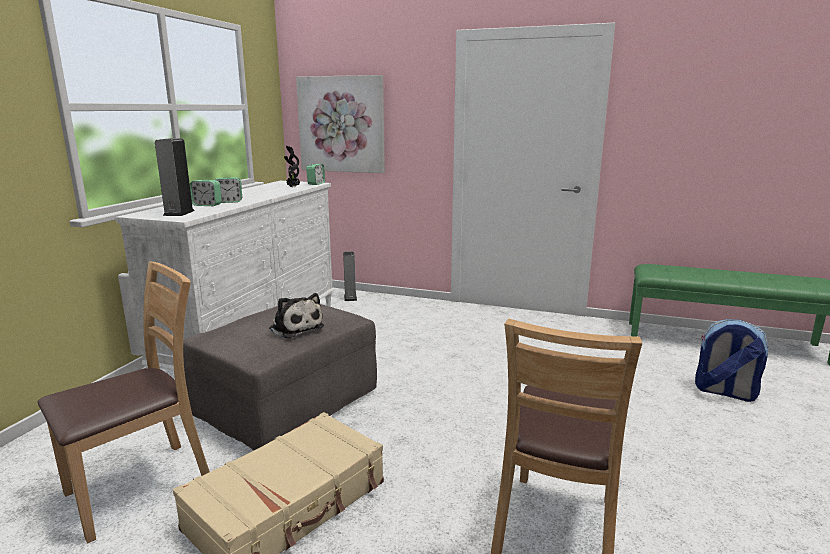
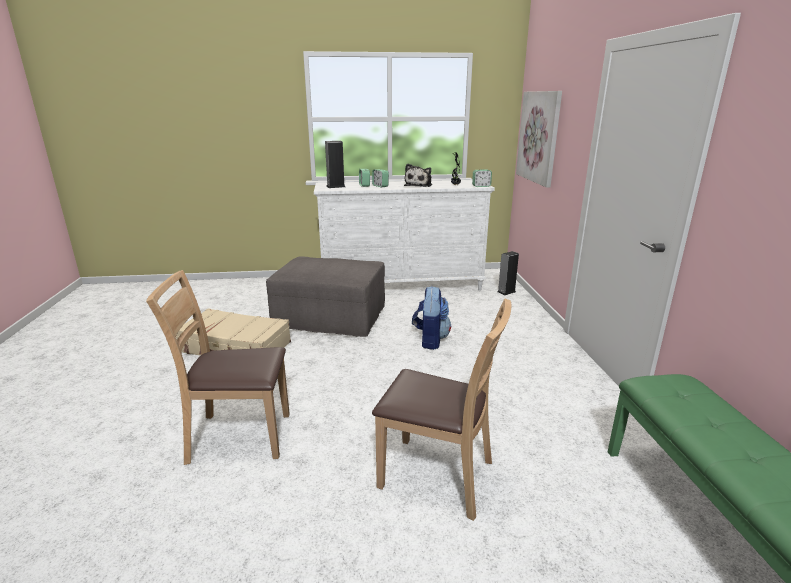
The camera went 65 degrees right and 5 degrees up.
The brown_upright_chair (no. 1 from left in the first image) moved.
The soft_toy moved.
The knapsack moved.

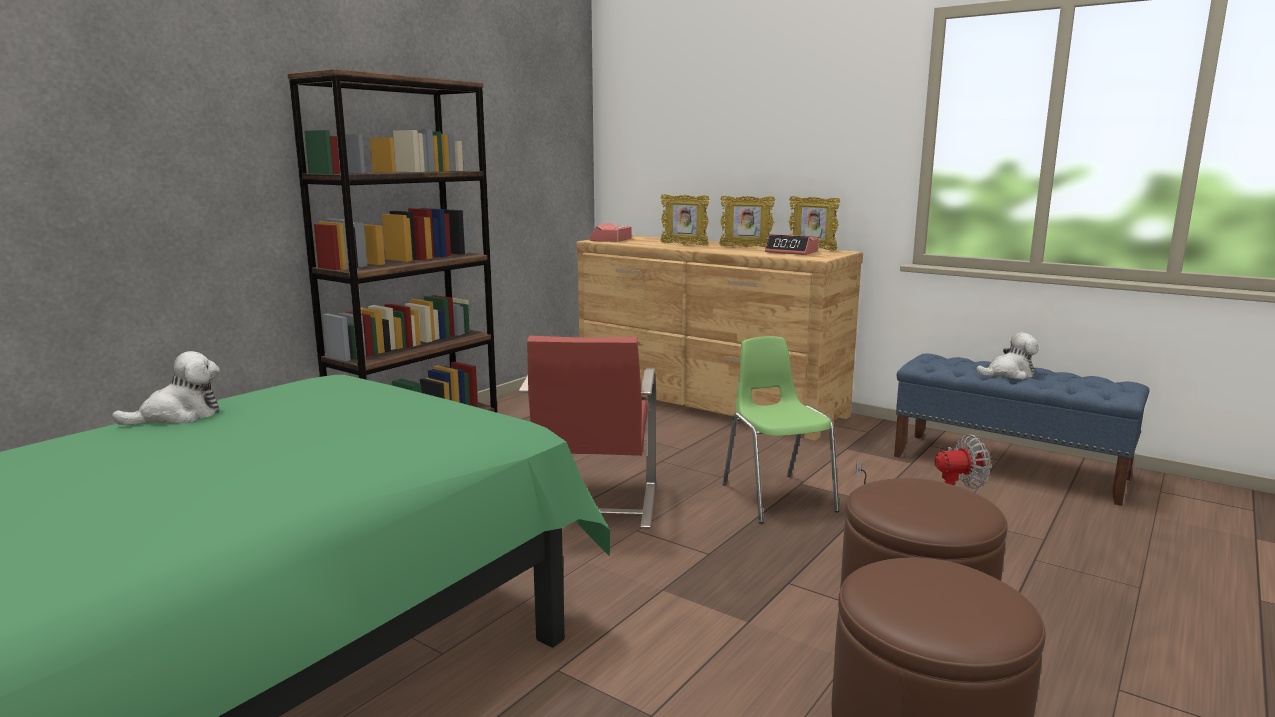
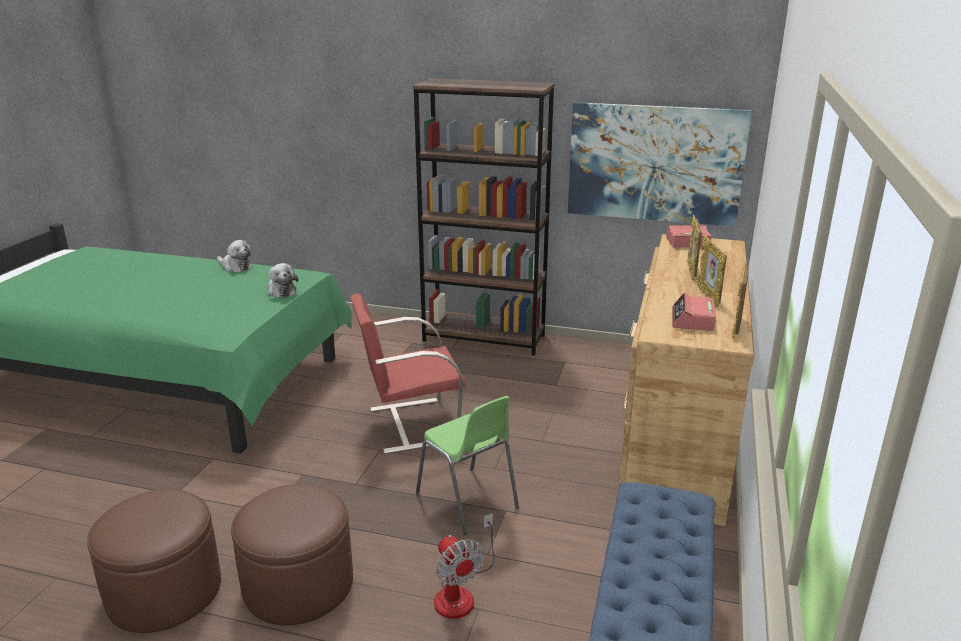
The camera went 70 degrees right and 10 degrees up.
The greenish_upright_chair turned 90 degrees clockwise.
The soft_toy (no. 2 from left) moved.
The wall_art appeared.

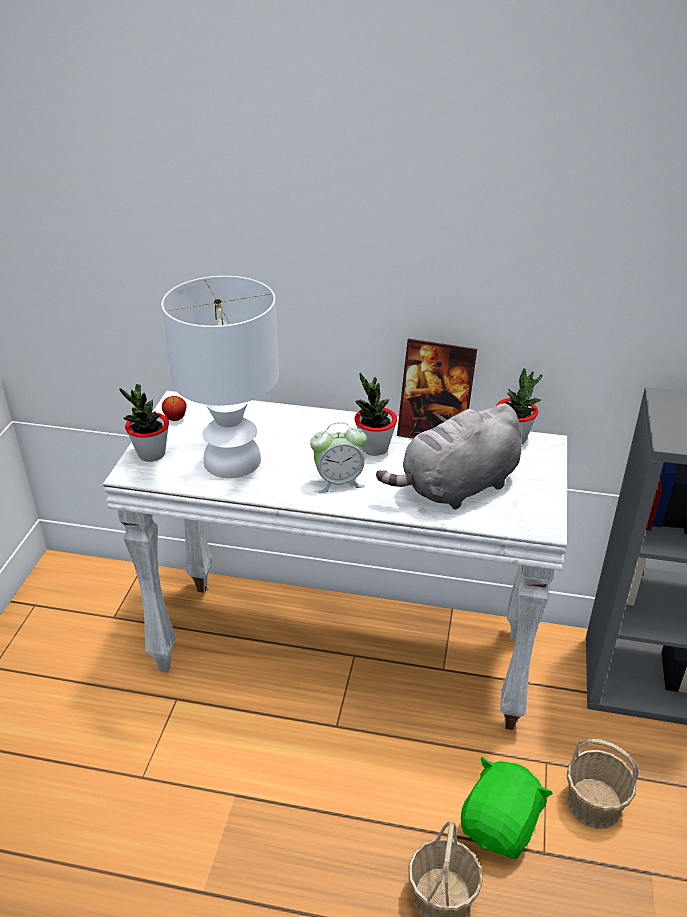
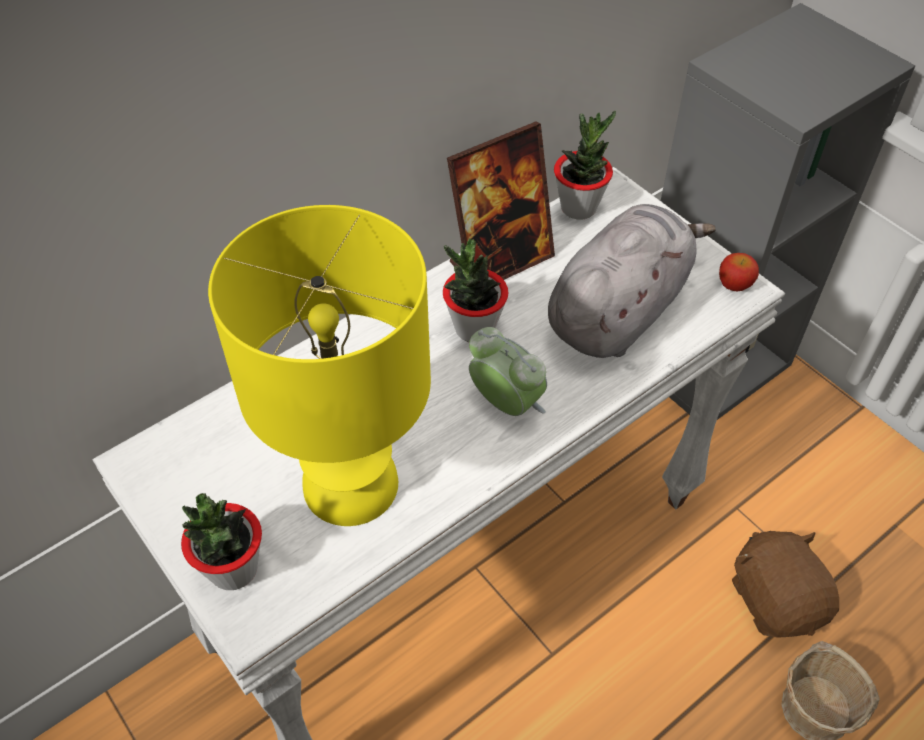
The camera went 50 degrees left and 15 degrees up.
The whitish_tabletop_lamp became the yellow_tabletop_lamp.
The whole_apple moved.
The table_clock turned 75 degrees counterclockwise.
The greyish_soft_toy turned 150 degrees counterclockwise.
The greenish_soft_toy became the brown_soft_toy.
The household_basket (no. 2 from left) disappeared.

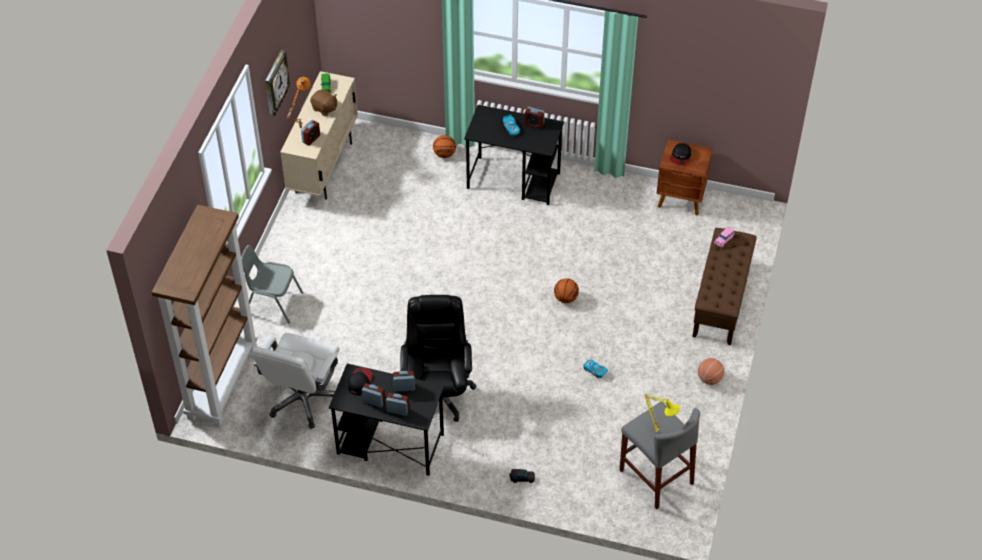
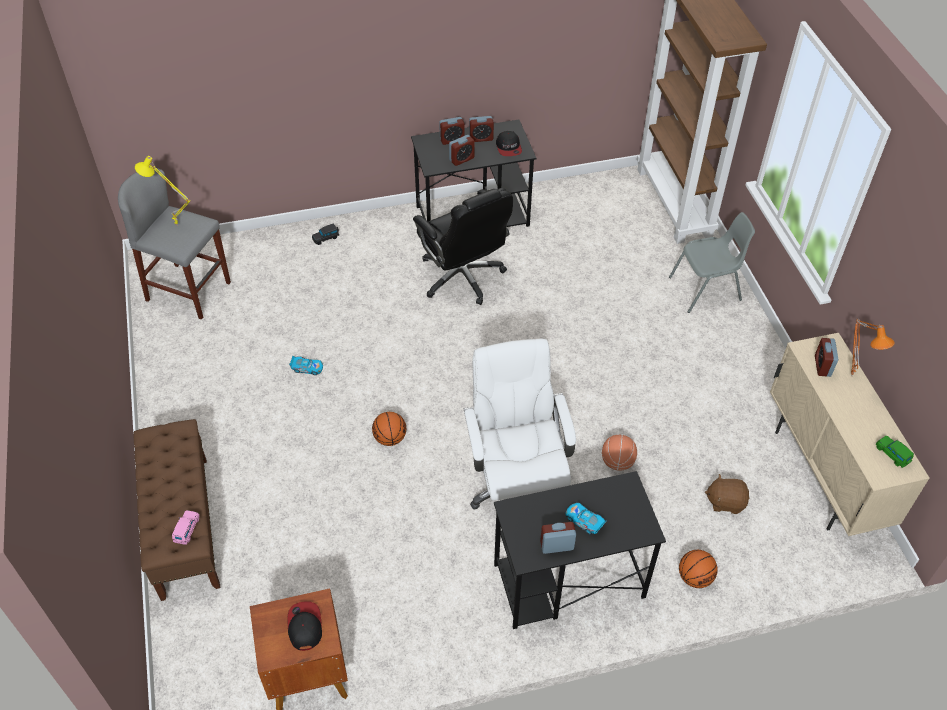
The camera went 150 degrees right and 0 degrees up.
The whitish_computer_chair moved.
The hanging_clock disappeared.
The brown_soft_toy moved.
The basketball_ball (no. 3 from left in the first image) moved.

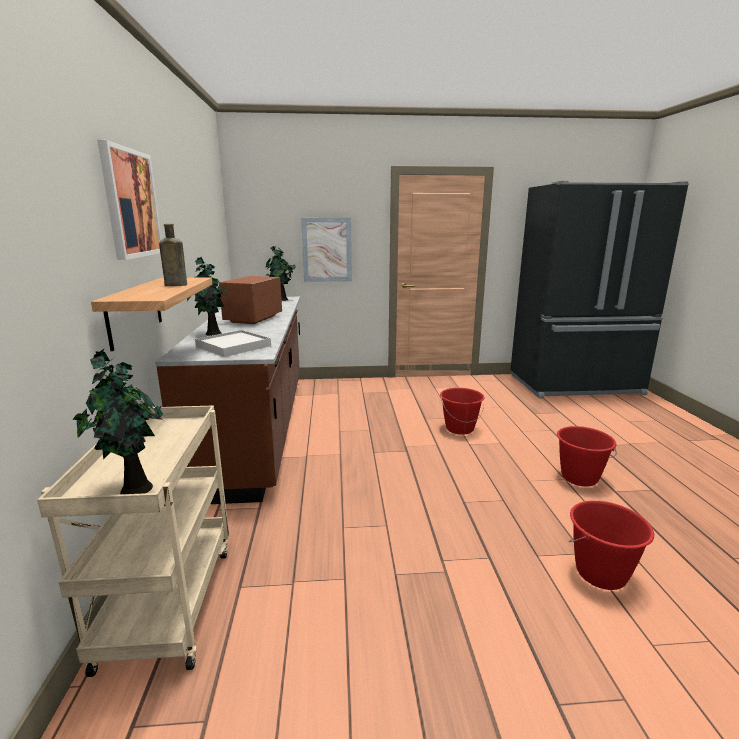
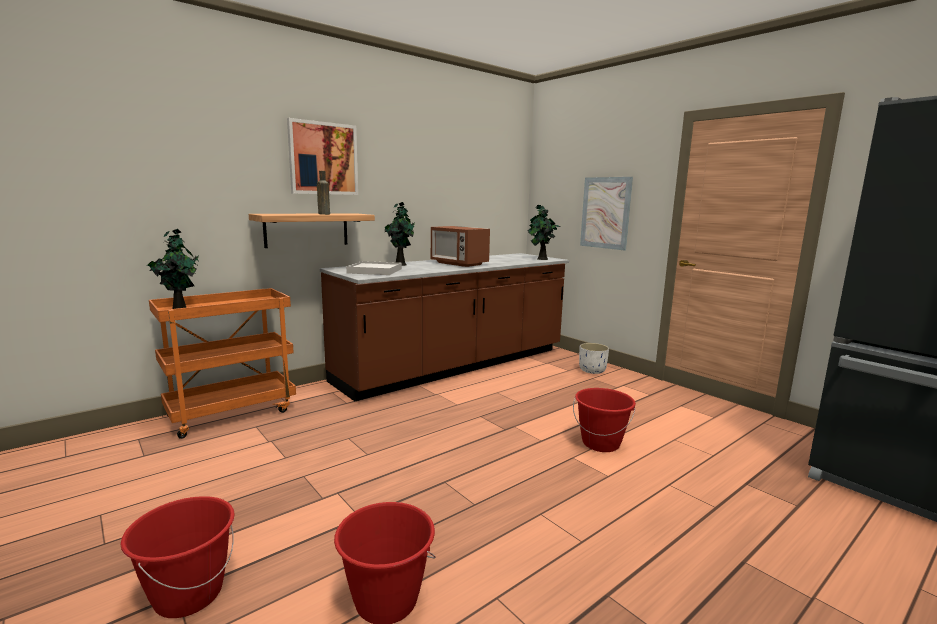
The camera went 55 degrees right and 5 degrees down.
The sand-coloured_cart became the orangey_cart.
The kitchen_microwave turned 120 degrees counterclockwise.
The red-coloured_water_bucket (no. 2 from left in the first image) moved.
The whitish_plant_pot appeared.

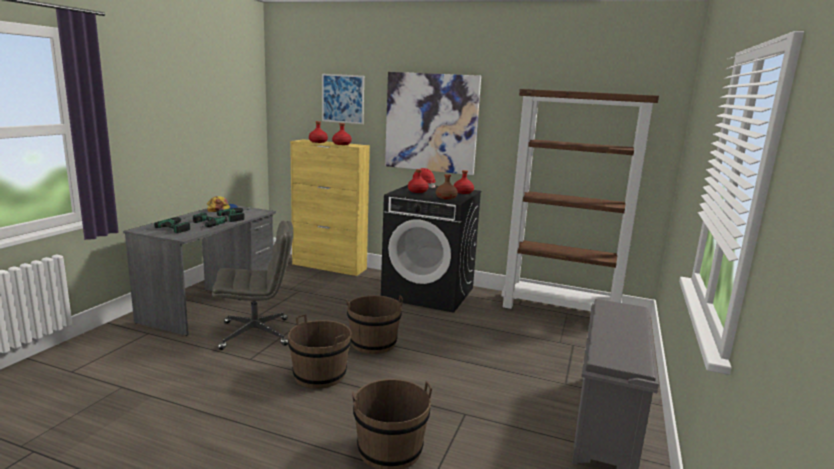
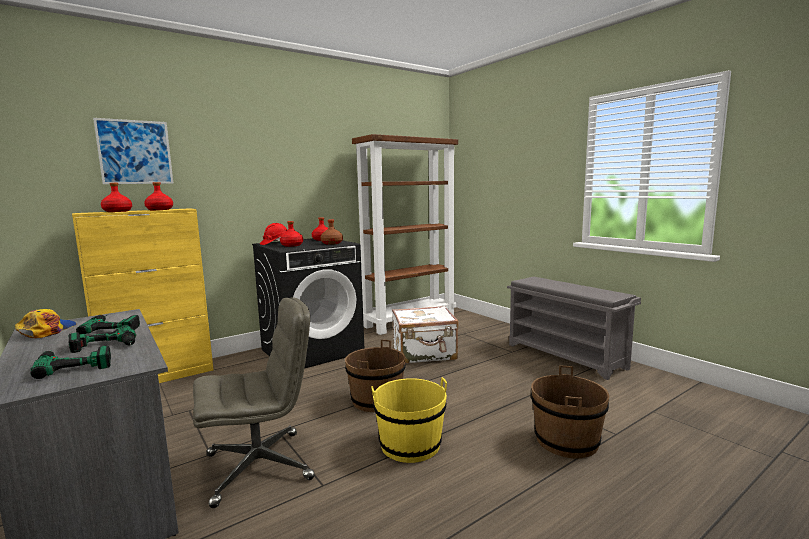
The camera went 55 degrees left and 5 degrees down.
The greyish_computer_chair turned 45 degrees clockwise.
The brown_water_bucket (no. 1 from left) became the yellow_water_bucket.
The wall_art (no. 2 from left) disappeared.
The whitish_piece_of_luggage appeared.

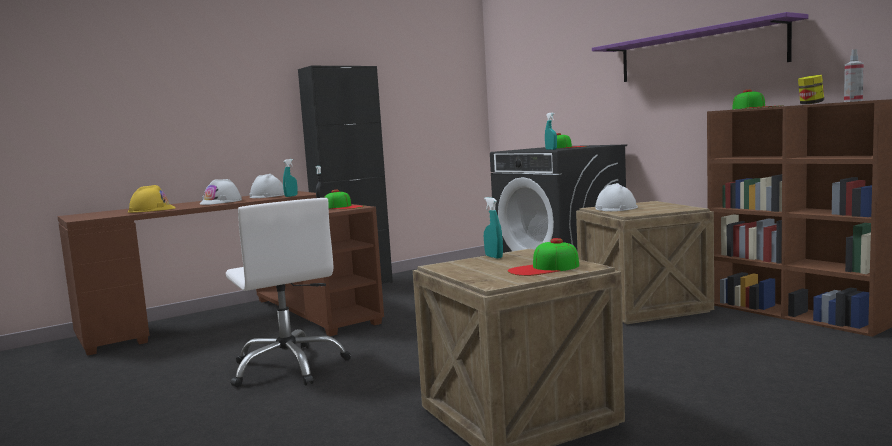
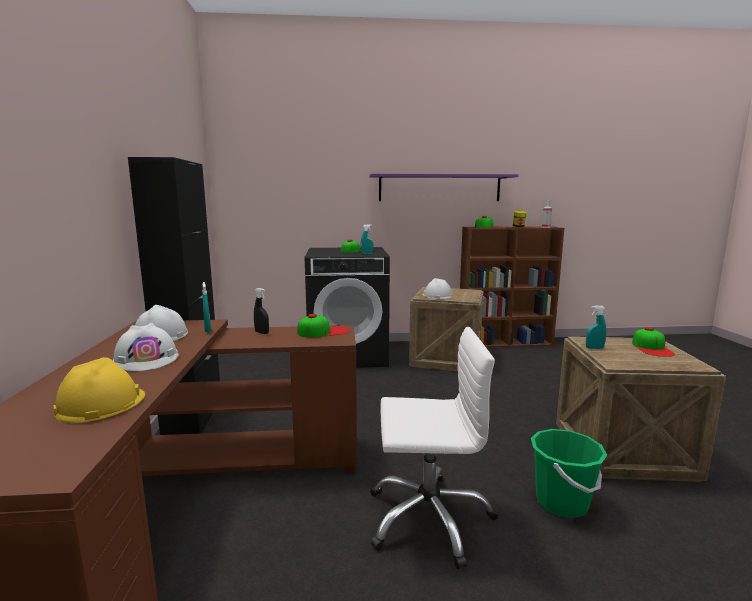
The camera went 60 degrees left and 5 degrees up.
The greenish_water_bucket appeared.

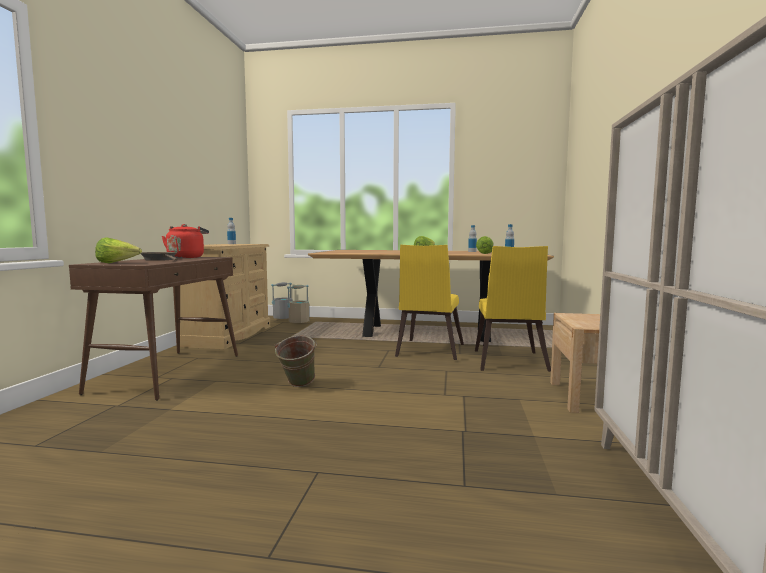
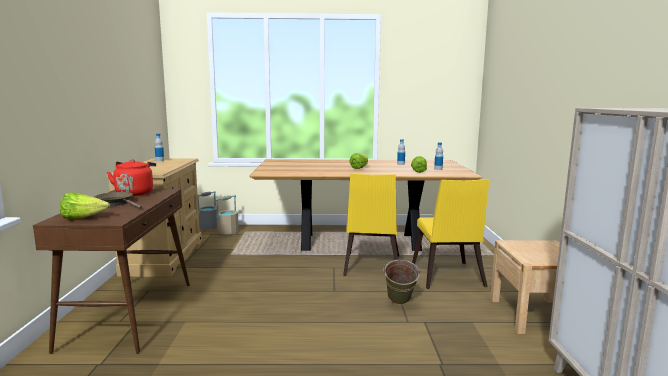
The camera went 10 degrees left and 5 degrees up.
The greenish_water_bucket moved.

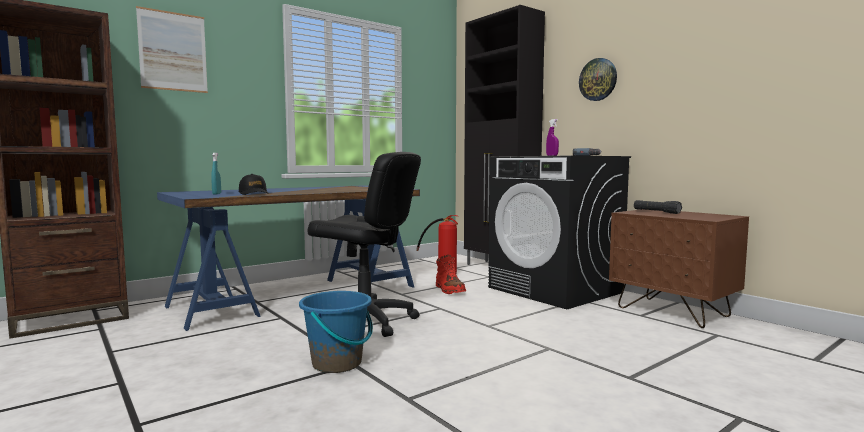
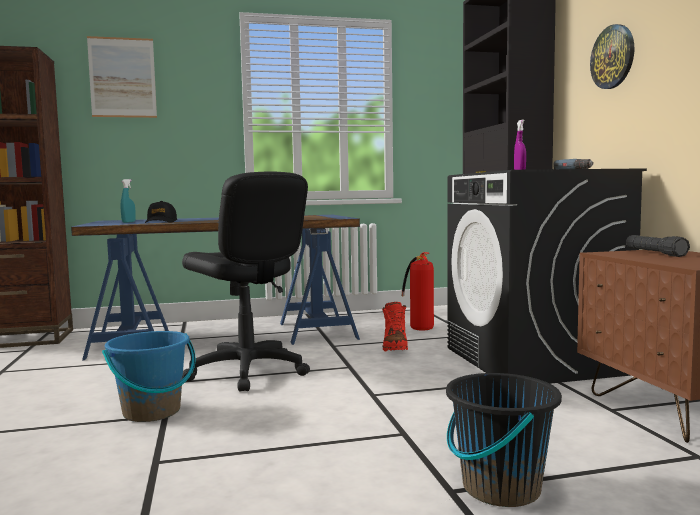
The camera went 25 degrees right and 0 degrees up.
The black-coloured_water_bucket appeared.

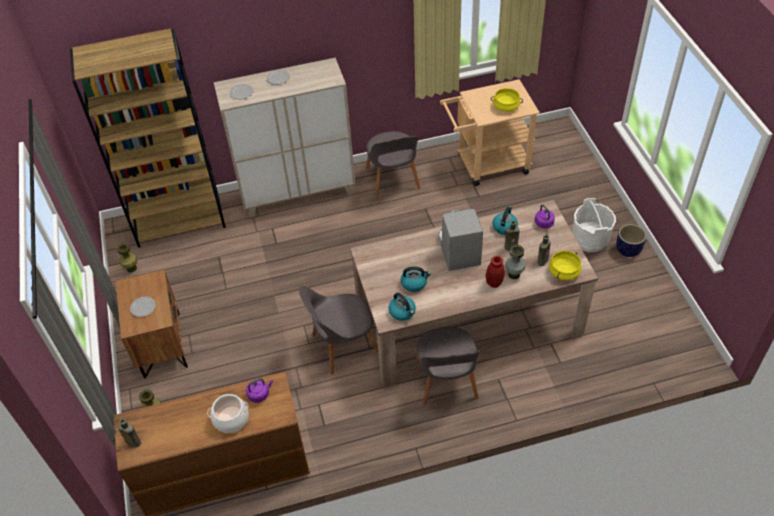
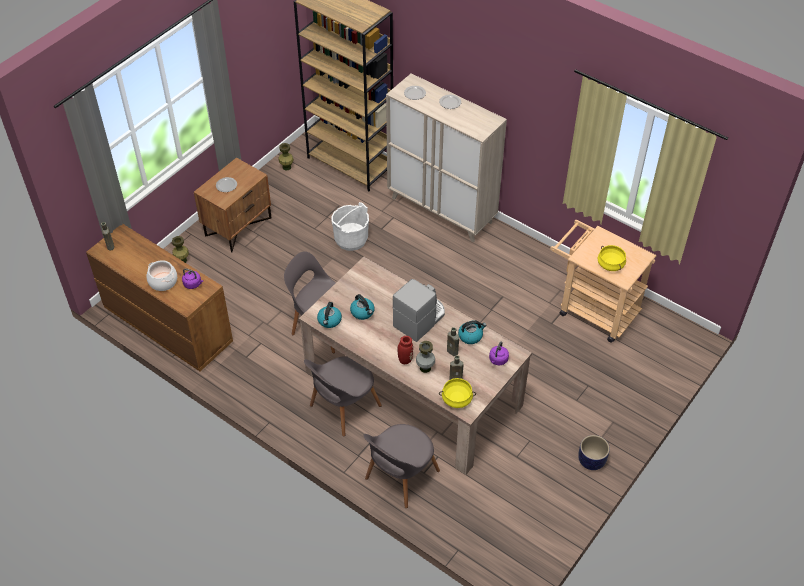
The camera went 50 degrees right and 0 degrees up.
The greyish_upright_chair (no. 2 from left in the first image) moved.
The whitish_water_bucket moved.

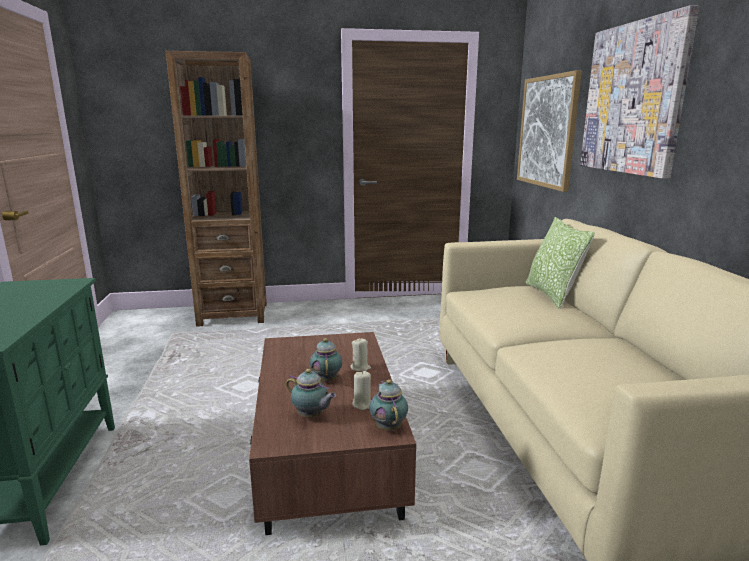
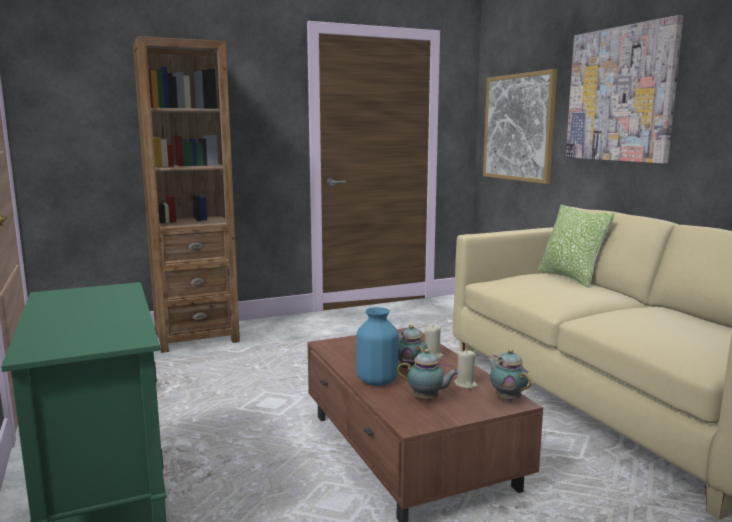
The camera went 15 degrees left and 5 degrees down.
The blue-coloured_vase appeared.

